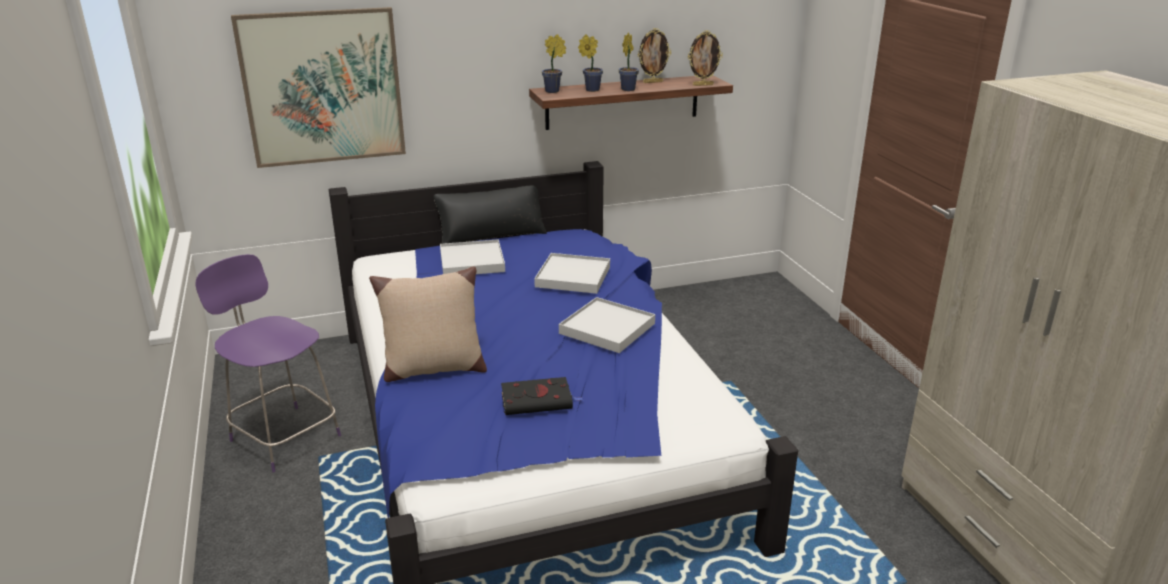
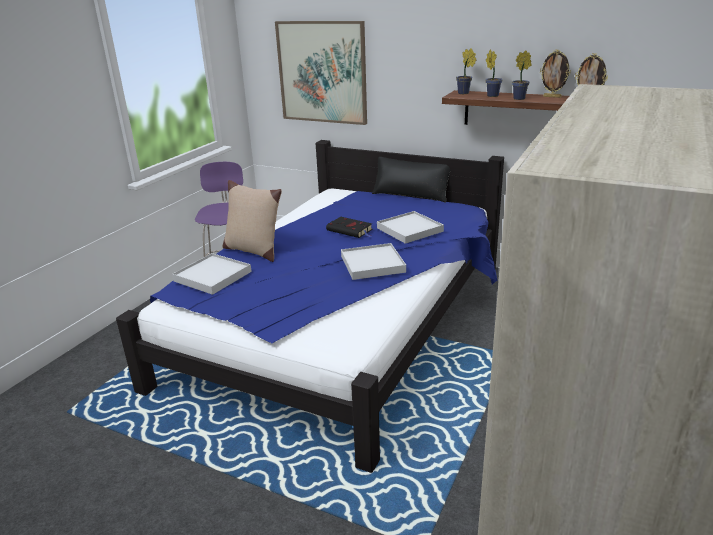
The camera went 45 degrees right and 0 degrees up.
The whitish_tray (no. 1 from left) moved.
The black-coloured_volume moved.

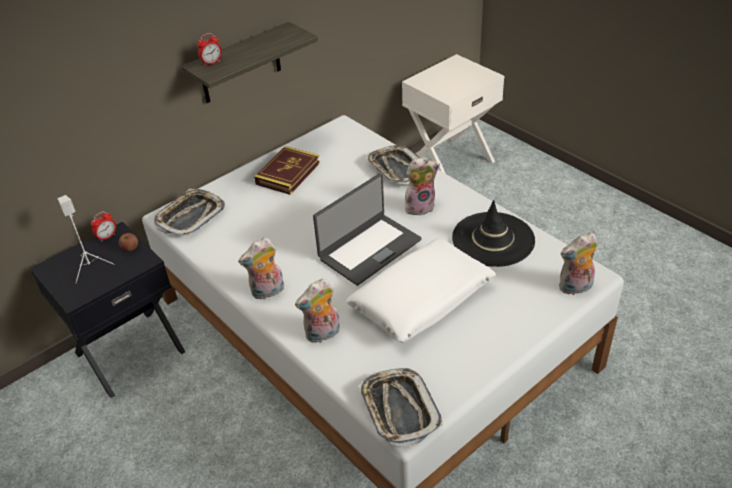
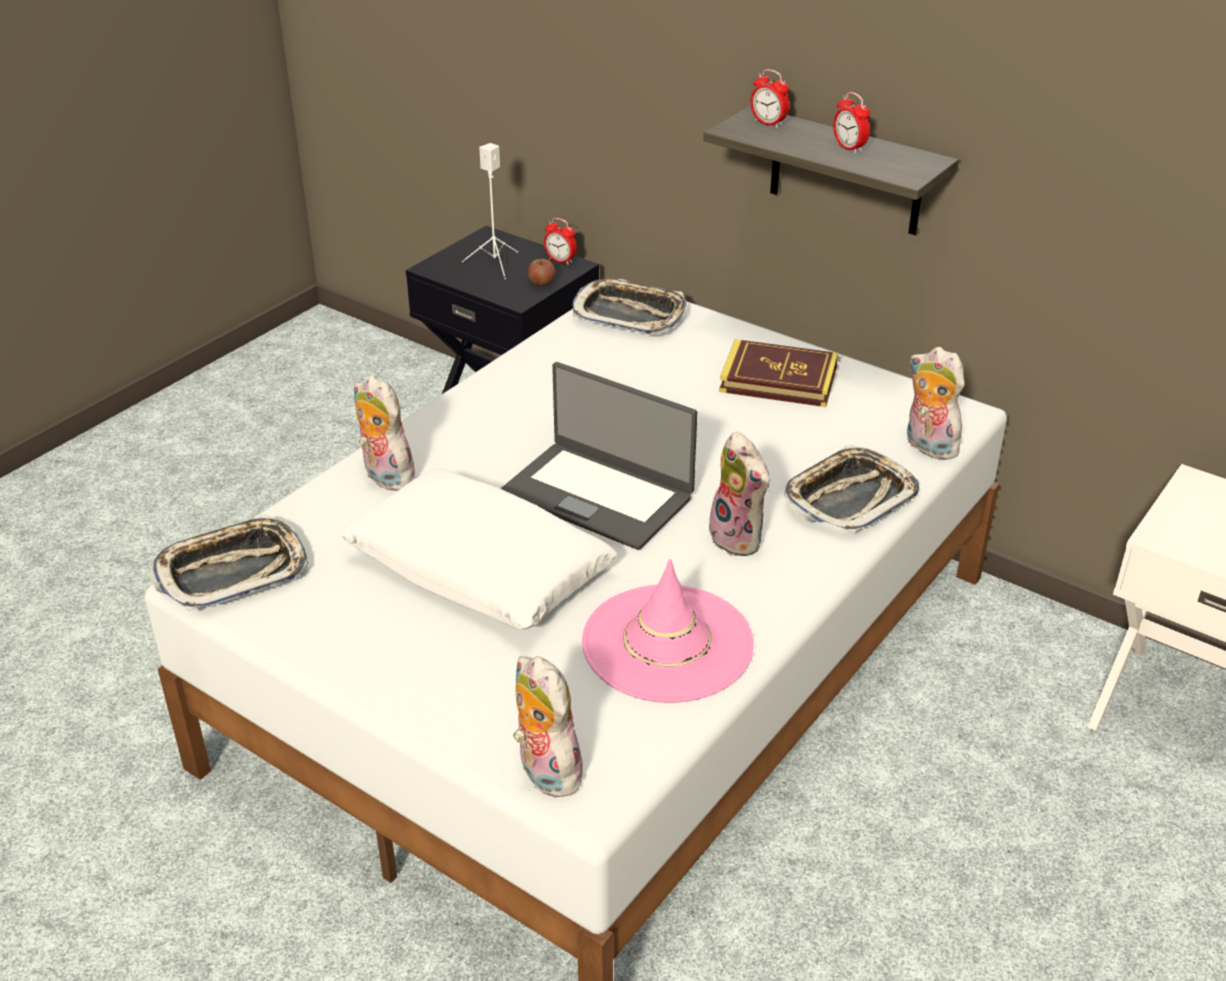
The camera went 75 degrees right and 5 degrees down.
The soft_toy (no. 1 from left in the first image) moved.
The black-coloured_hat became the pinkish_hat.
The table_clock (no. 3 from left) appeared.

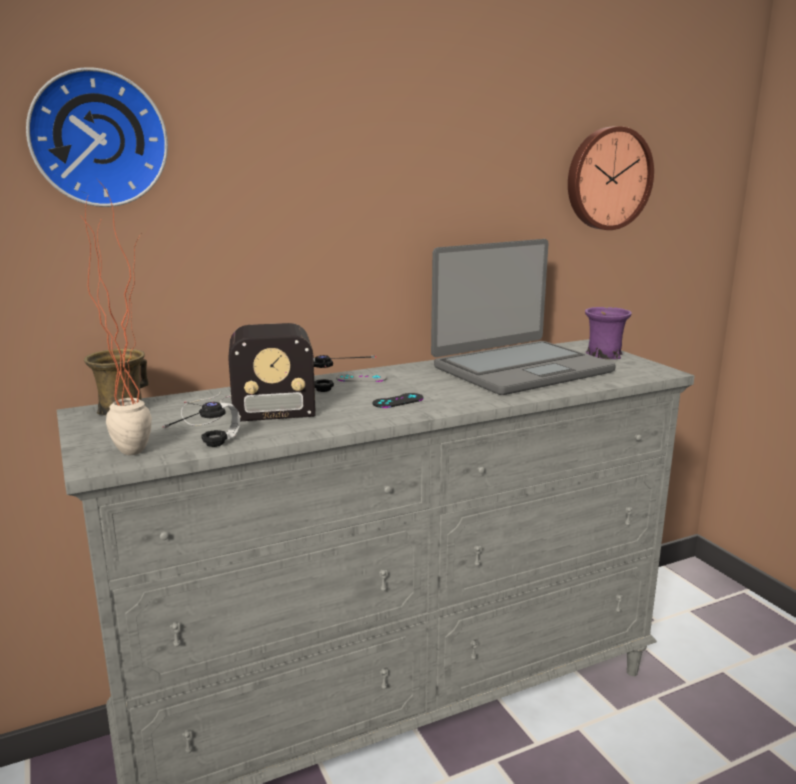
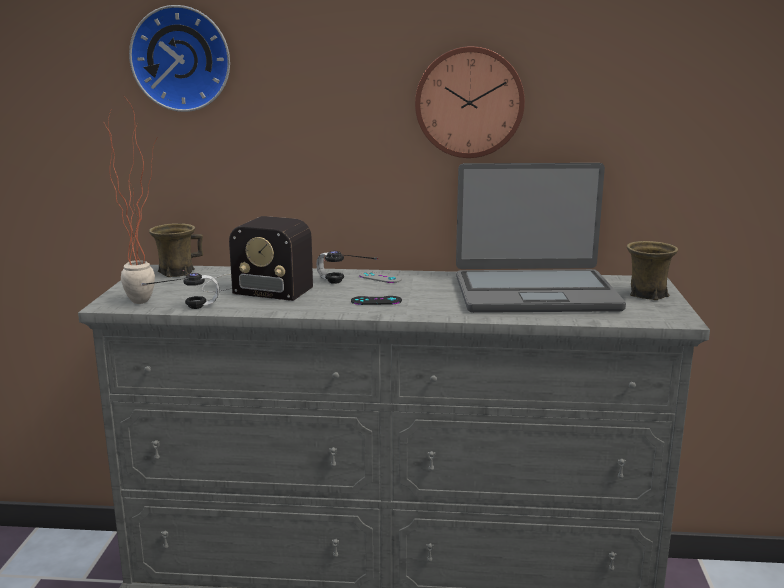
The camera went 30 degrees right and 0 degrees up.
The hanging_clock (no. 2 from left) moved.
The purplish_tea_mug became the brown_tea_mug (no. 2 from left).

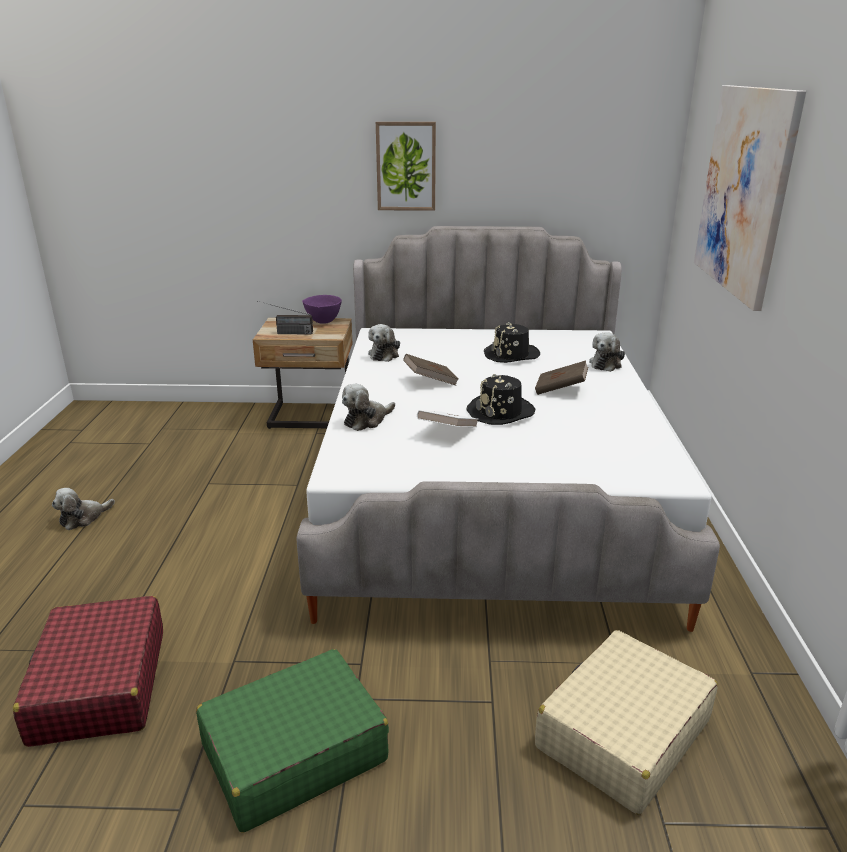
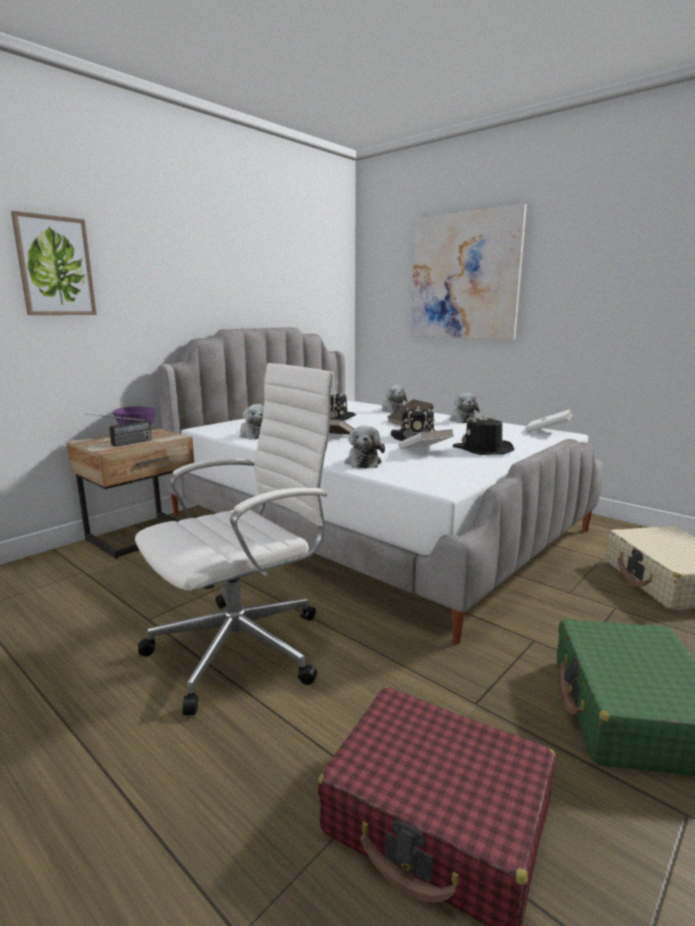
The camera went 50 degrees left and 10 degrees down.
The soft_toy (no. 1 from left in the first image) moved.
The wall_art (no. 1 from left) moved.
The whitish_computer_chair appeared.
The black-coloured_hat (no. 3 from left) appeared.
The whitish_volume (no. 2 from left) appeared.

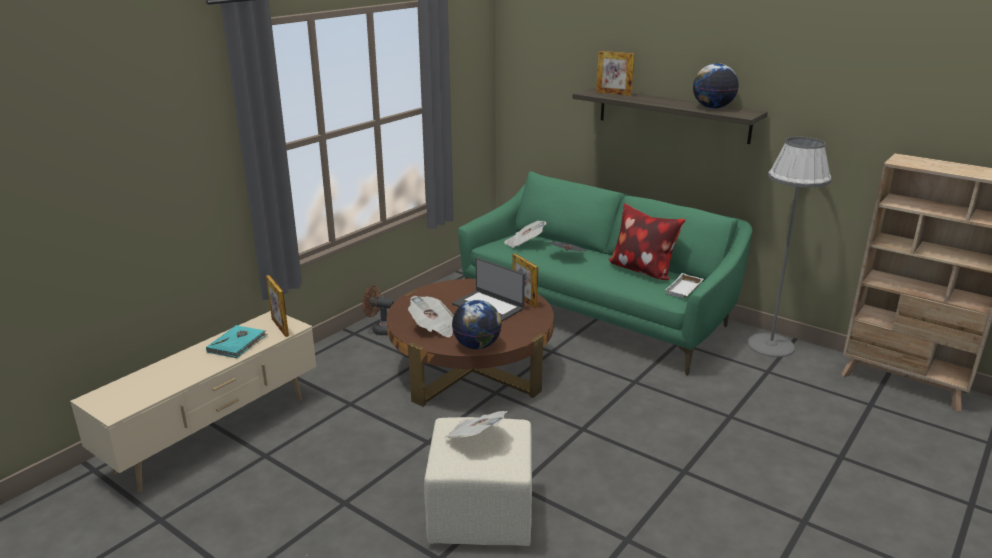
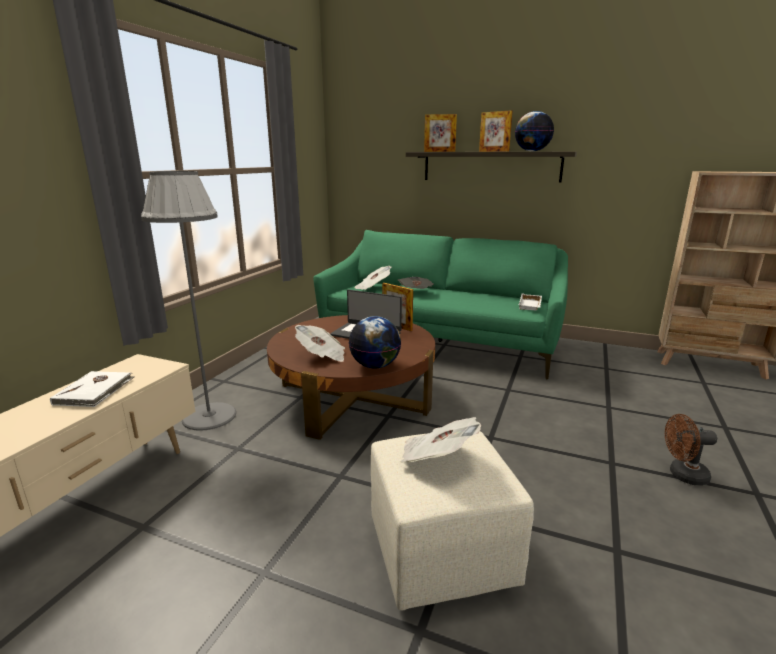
The camera went 15 degrees left and 5 degrees down.
The turquoise-coloured_volume became the whitish_volume.
The picture_frame (no. 1 from left in the first image) moved.
The brown_cooling_fan moved.
The throw_pillow disappeared.
The greyish_floor_lamp moved.

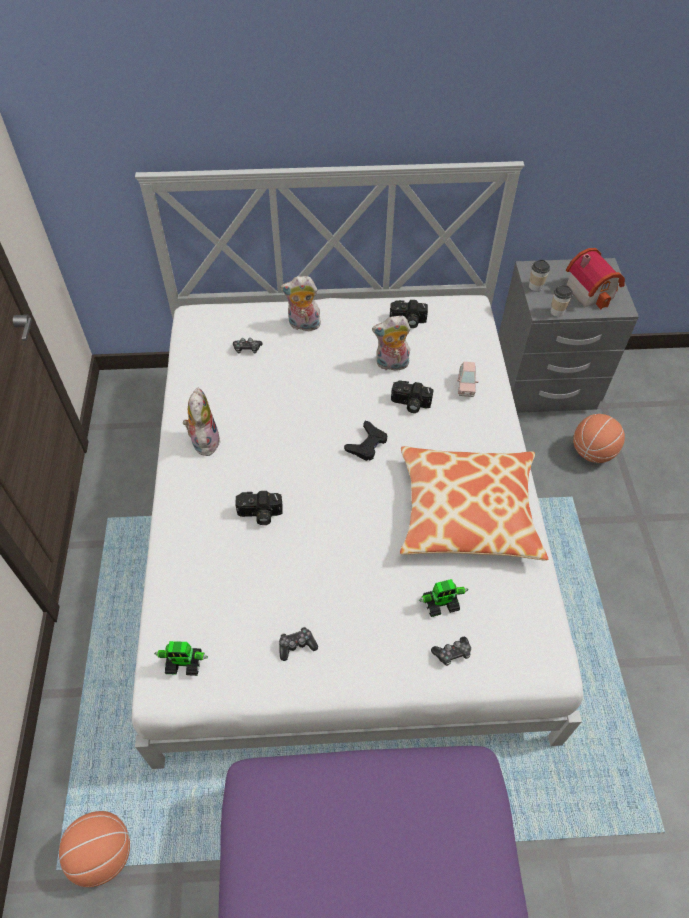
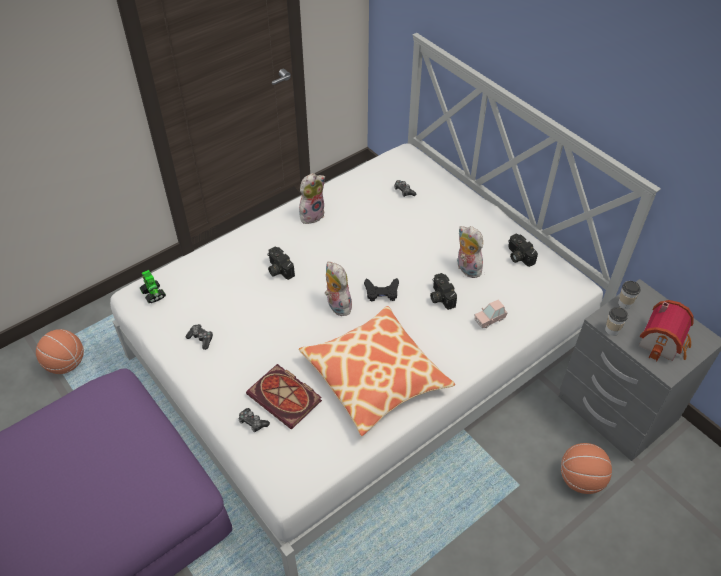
The camera went 55 degrees right and 5 degrees down.
The soft_toy (no. 2 from left) moved.
The model_robot (no. 2 from left) was replaced by the volume.

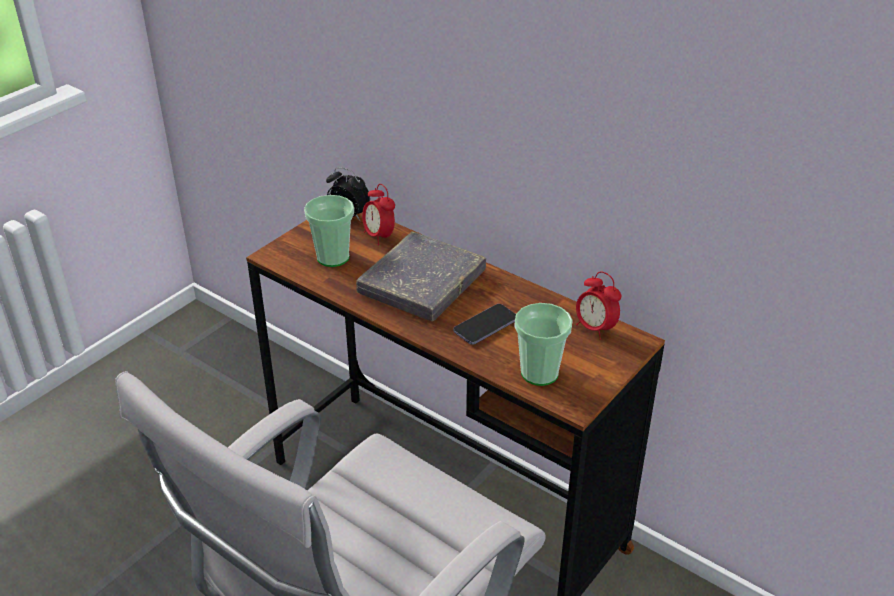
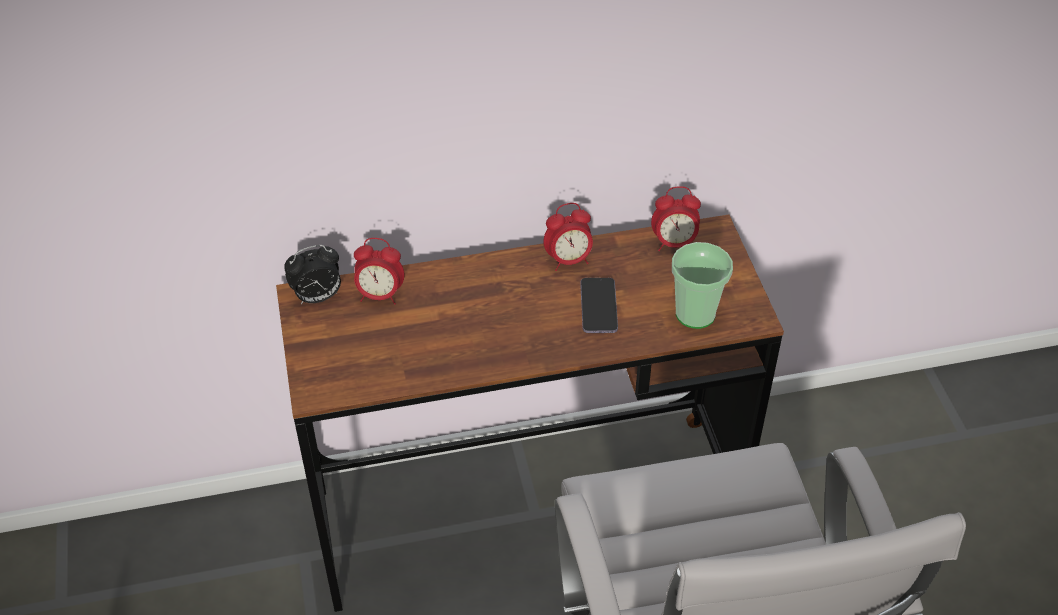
The camera went 50 degrees left and 10 degrees up.
The small_cup (no. 1 from left) disappeared.
The greyish_volume disappeared.
The table_clock (no. 3 from left) appeared.

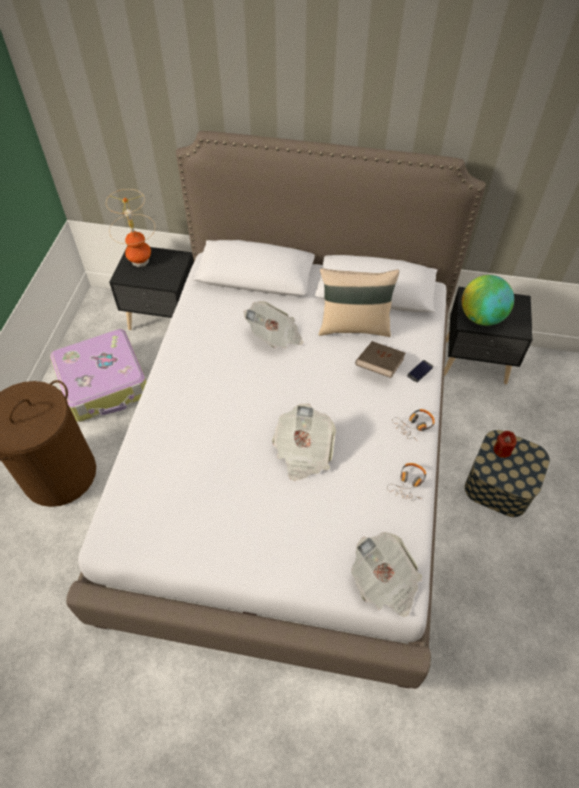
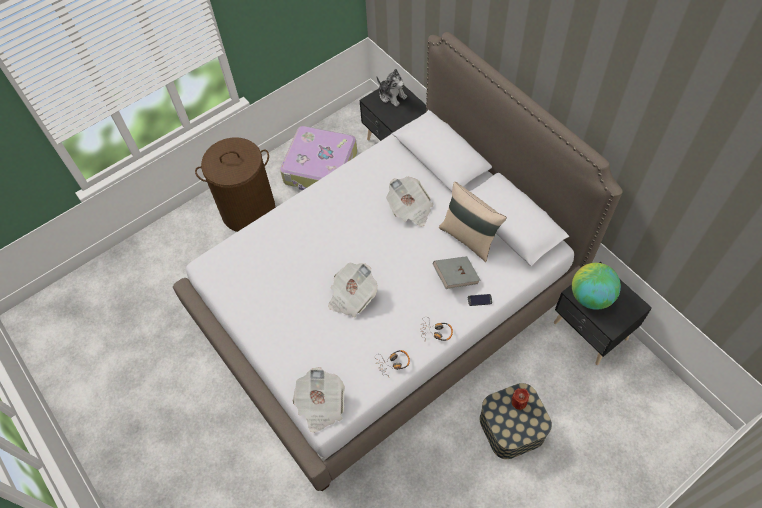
The camera went 45 degrees right and 5 degrees up.
The tabletop_lamp was replaced by the soft_toy.
The brown_volume became the greyish_volume.

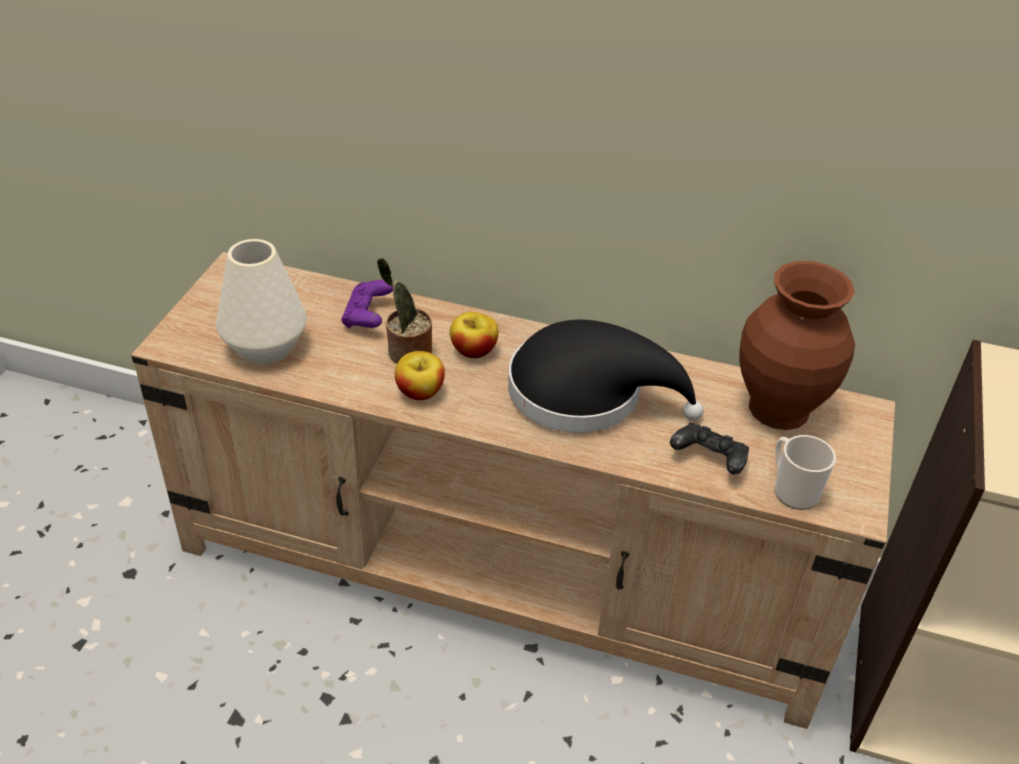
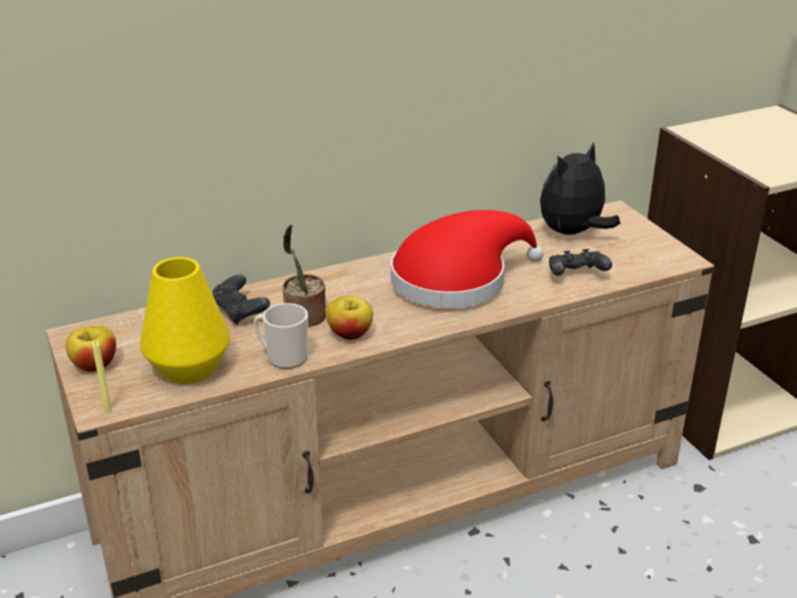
The camera went 40 degrees left and 10 degrees down.
The whitish_vase became the yellow_vase.
The purplish_game_controller became the black-coloured_game_controller (no. 1 from left).
The whole_apple (no. 2 from left in the first image) moved.
The black-coloured_hat became the red-coloured_hat.
The brown_vase was replaced by the soft_toy.
The tea_mug moved.
The yellow_wax_light appeared.

